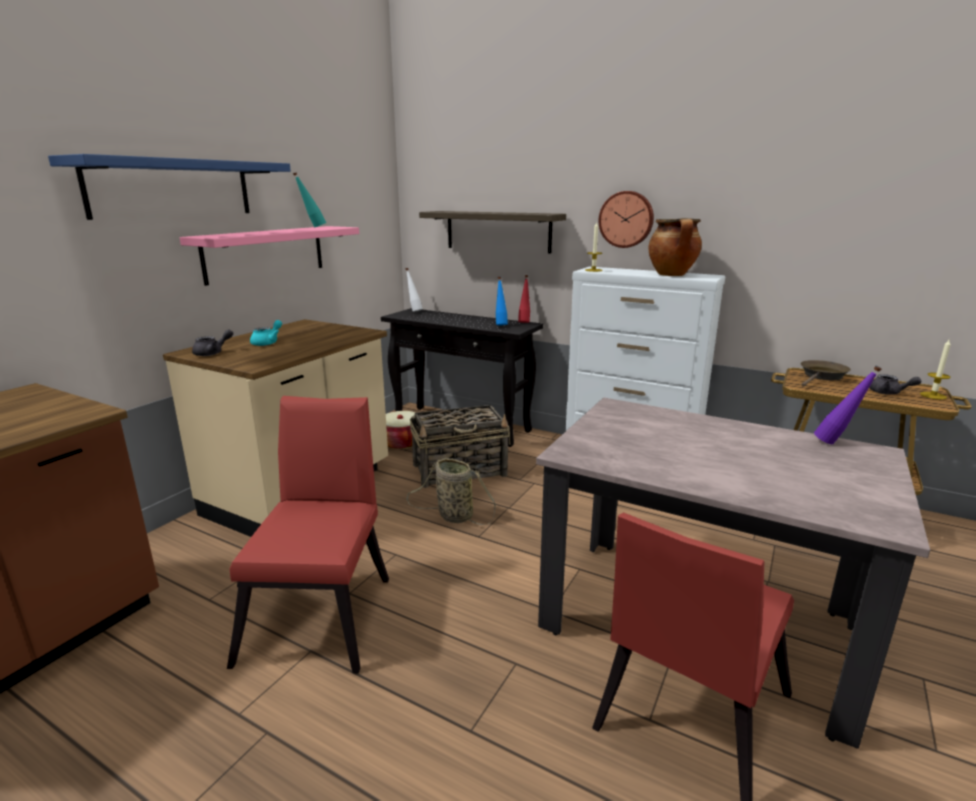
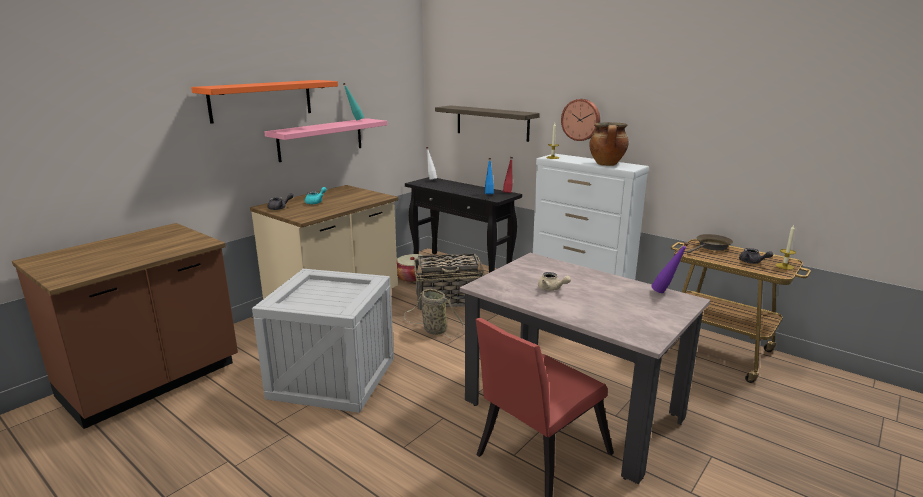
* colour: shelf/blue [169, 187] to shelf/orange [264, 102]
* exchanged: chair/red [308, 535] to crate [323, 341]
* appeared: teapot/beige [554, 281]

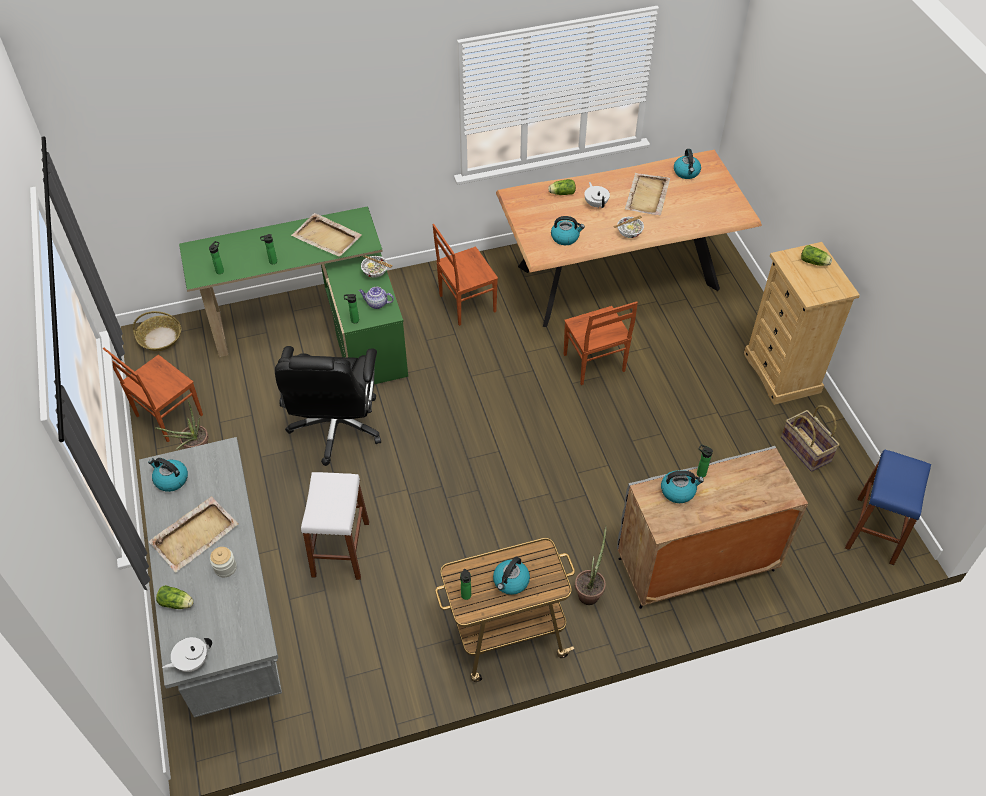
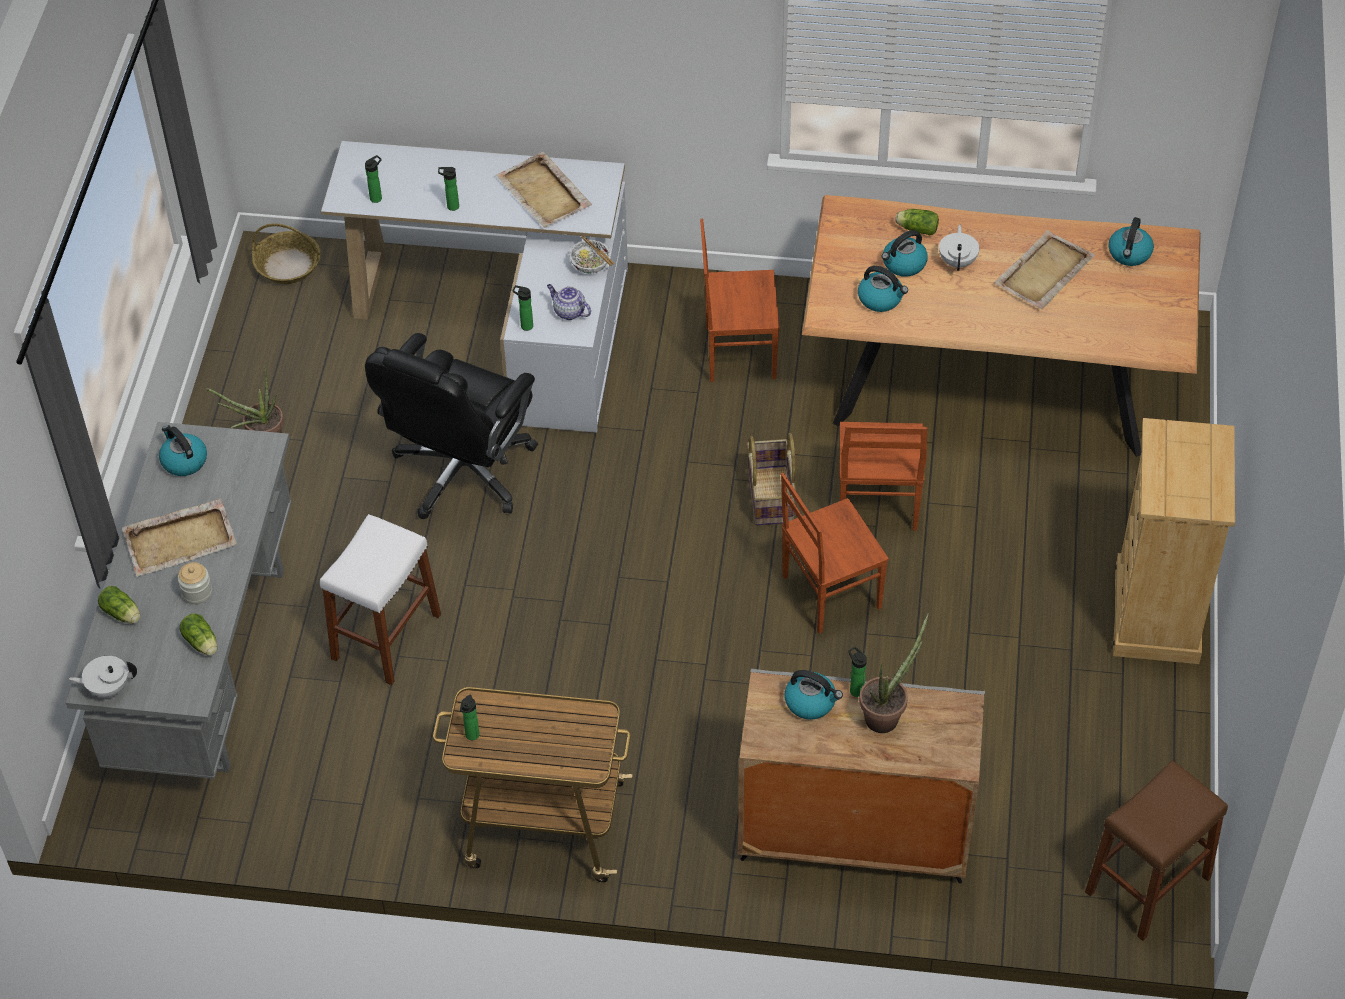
* colour: desk/green [293, 295] to desk/white [474, 287]
* missing: bowl [628, 226]
* relocated: lettuce [816, 255] to [198, 634]
* relocated: chair/brown [153, 395] to [835, 553]
* relocated: basket [810, 438] to [771, 479]
* colour: stool/blue [888, 507] to stool/brown [1156, 850]
* relocated: potted plant [591, 565] to [894, 673]
* relocated: kettle [511, 575] to [905, 253]

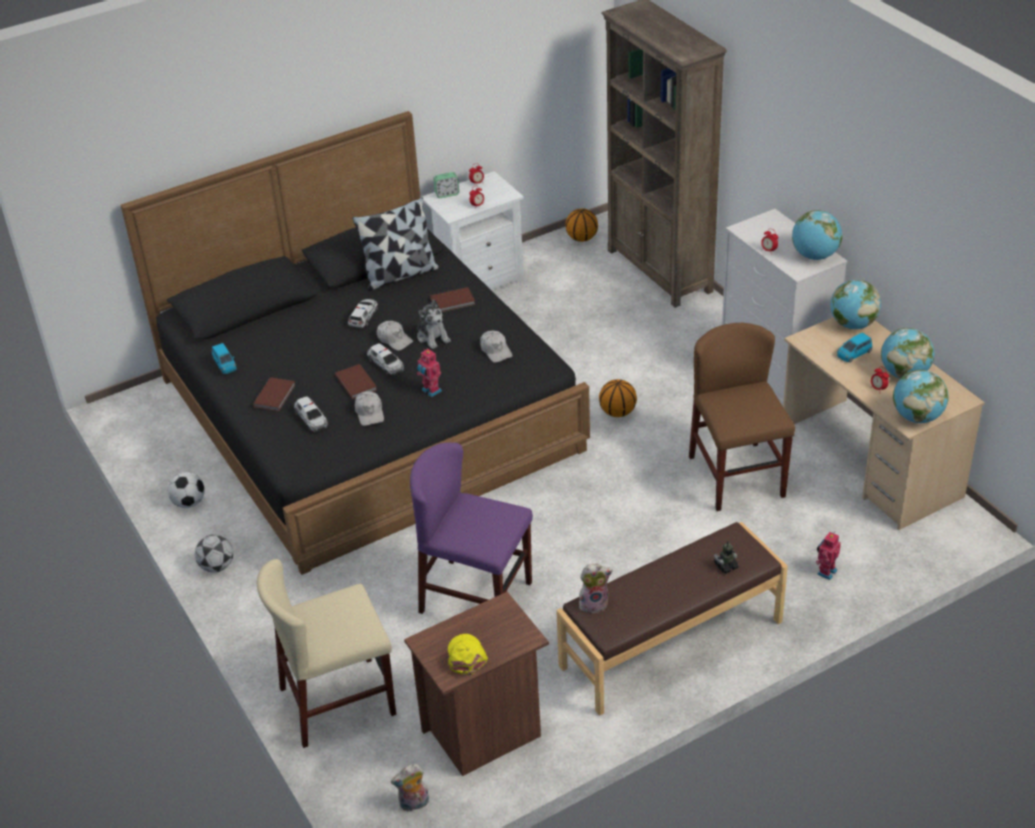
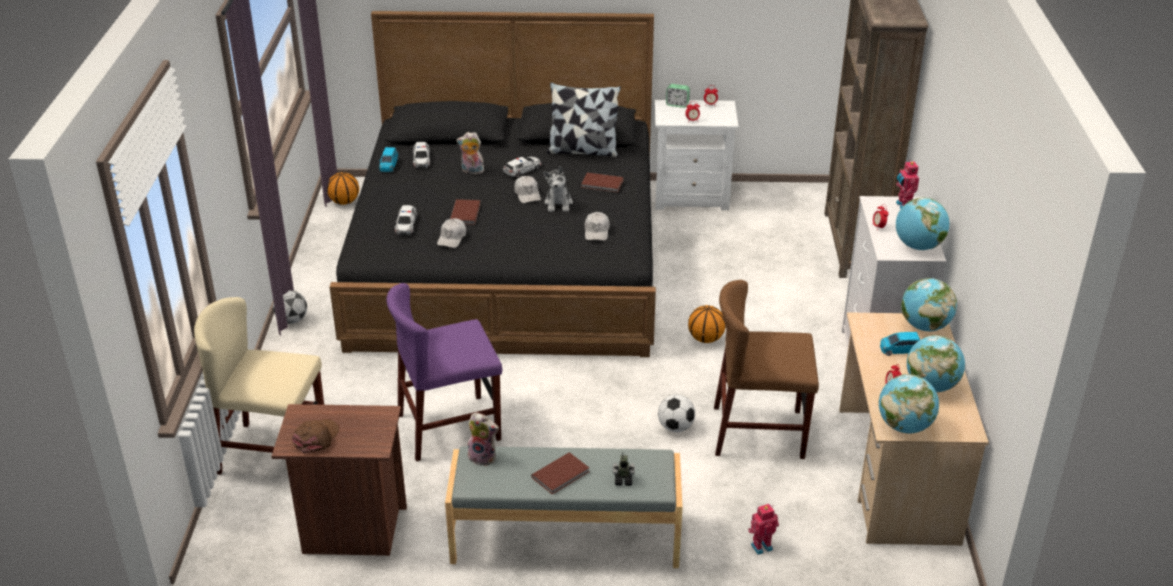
* relocated: basketball [581, 225] to [343, 188]
* spun: chair/brown [742, 417] = [766, 369] 105 degrees counterclockwise
* relocated: toy car [385, 359] to [422, 155]
* relocated: toy robot [429, 373] to [907, 184]
* relocated: book/brown [274, 394] to [560, 473]
* spun: chair/purple [471, 528] = [444, 372] 75 degrees counterclockwise
* relocated: football [186, 490] to [676, 413]
* colour: bench/brown [672, 619] to bench/grey [563, 507]
* colour: cap/yellow [468, 654] to cap/brown [315, 436]
* relocated: plush toy [410, 788] to [470, 153]

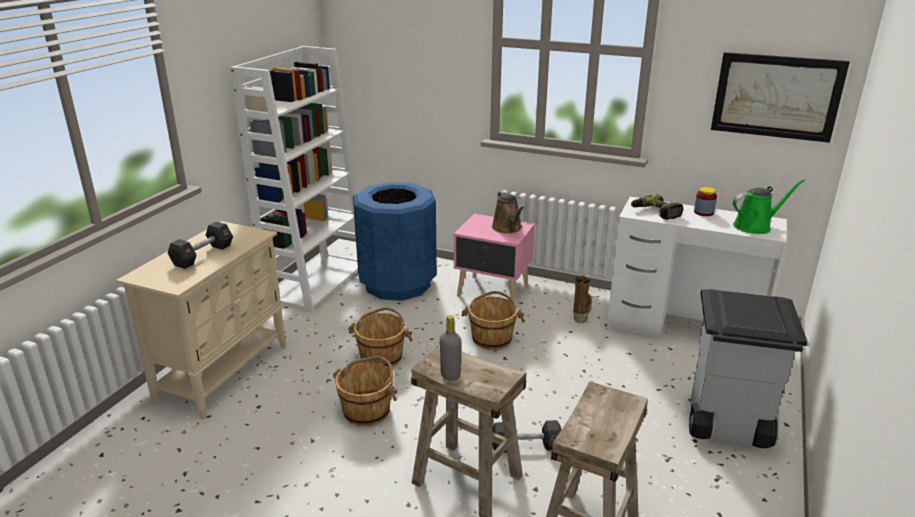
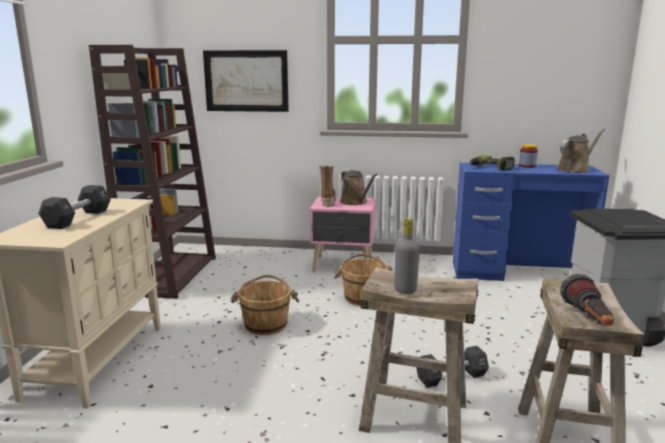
* colour: bookcase/white [294, 179] to bookcase/brown [152, 172]
* relocated: picture [780, 97] to [246, 81]
* colour: watering can/green [769, 206] to watering can/brown [581, 151]
* missing: trash can/blue [395, 241]
* colour: desk/white [697, 267] to desk/blue [531, 222]
* relocated: boot [582, 299] to [327, 186]
* missing: bucket/brown [365, 391]
* appeared: flashlight [587, 300]

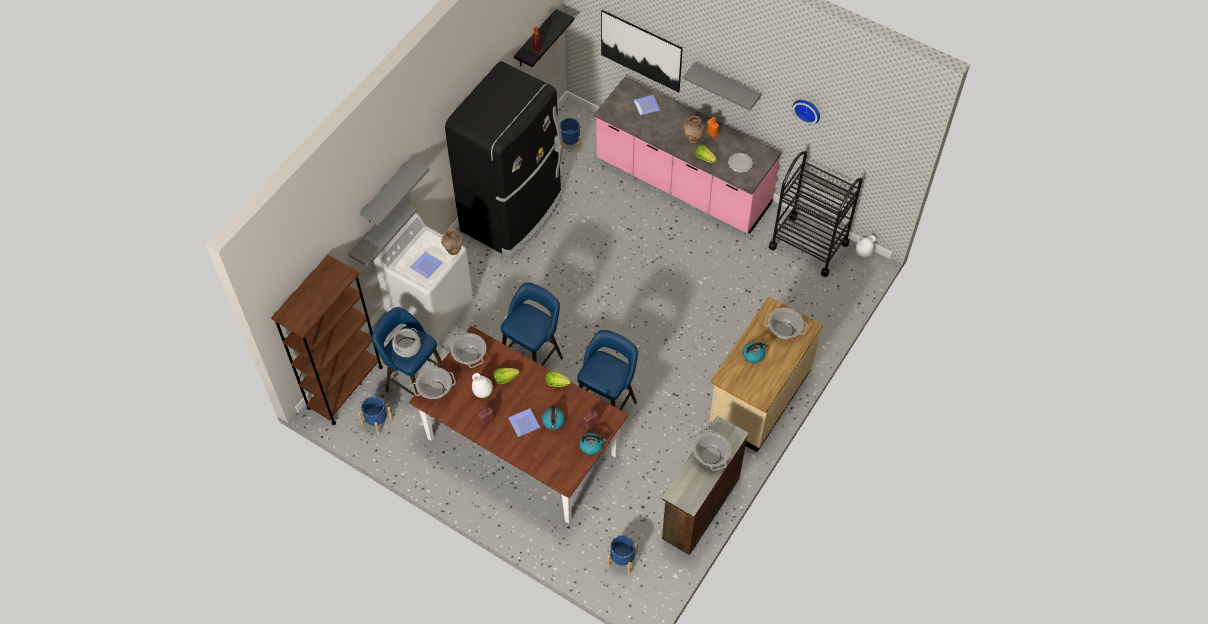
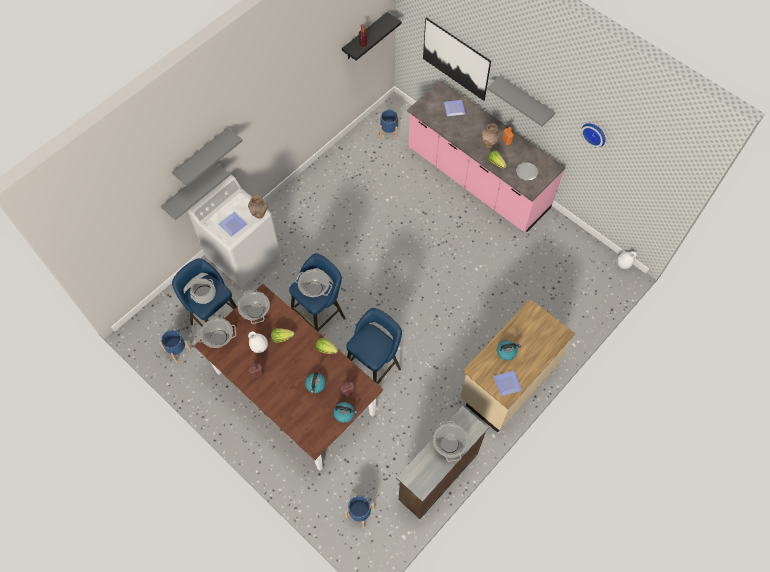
* missing: fridge/black [504, 159]
* missing: cart/black [816, 214]
* missing: bookcase/brown [327, 340]
* relocated: cooking pot [785, 323] to [313, 283]
* relocated: plate [524, 422] to [507, 383]

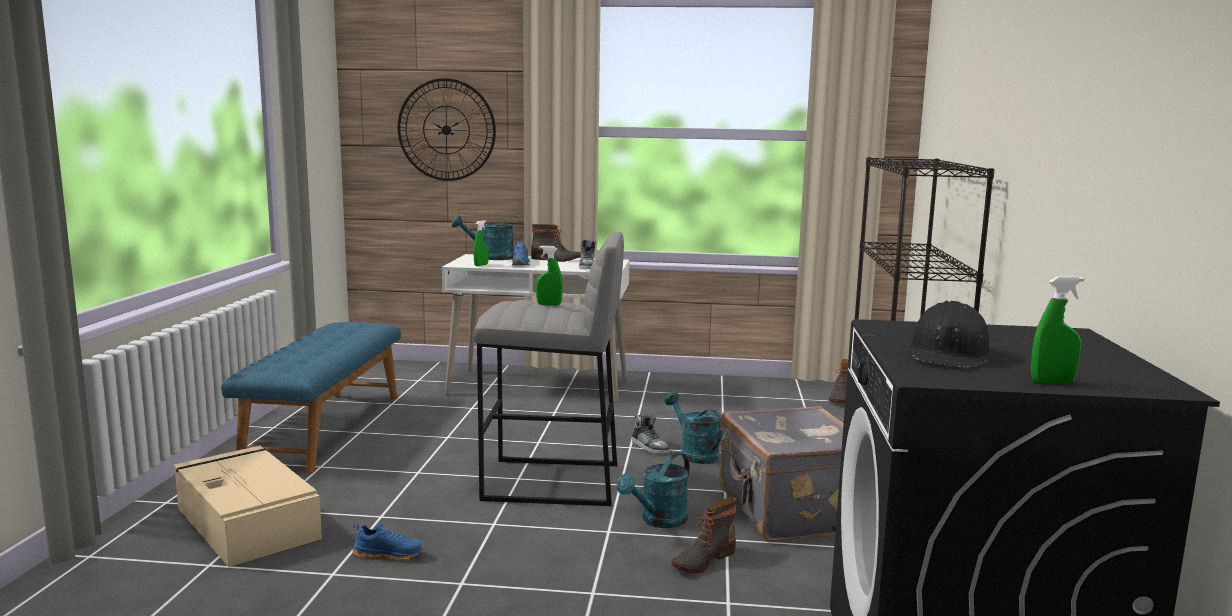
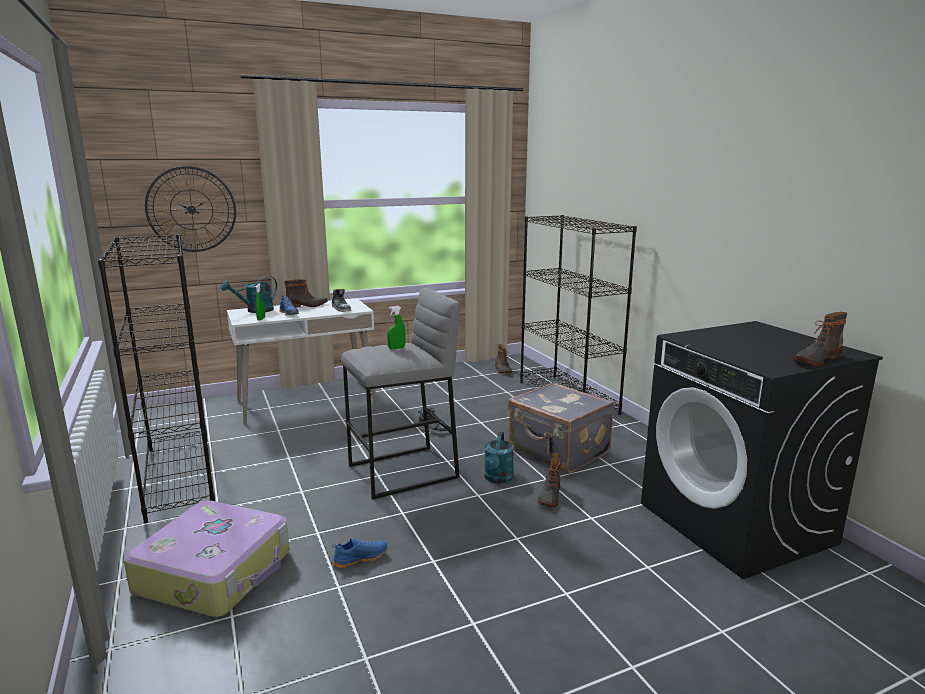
* exchanged: spray bottle/green [1057, 329] to boot [820, 339]
* missing: hard hat/black [950, 333]
* exchanged: bench/blue [311, 397] to bookcase/black [156, 378]
* missing: watering can/turquoise [693, 428]
* exchanged: storage box/beige [247, 506] to suitcase [206, 558]

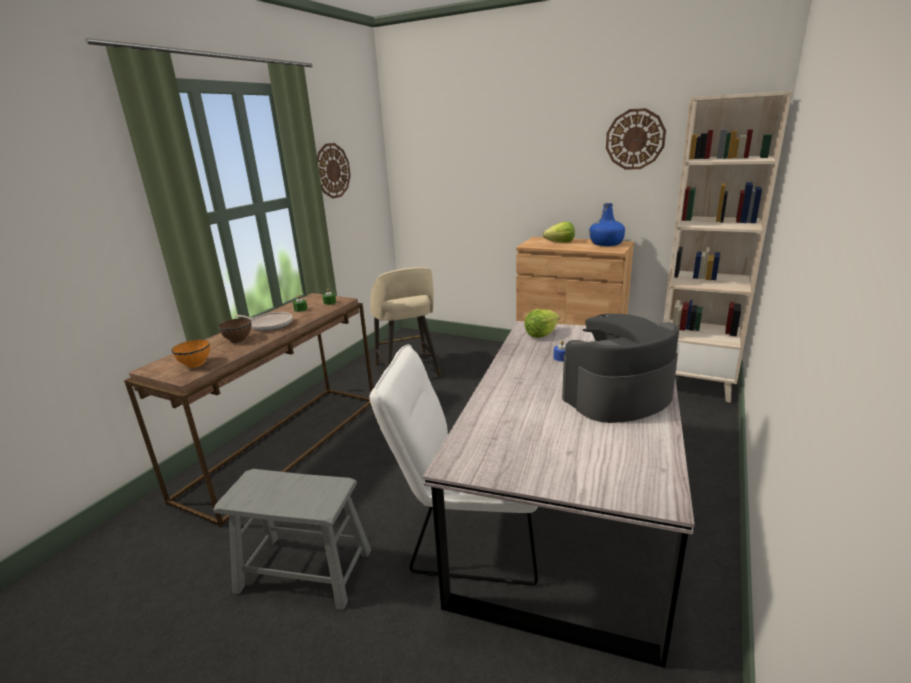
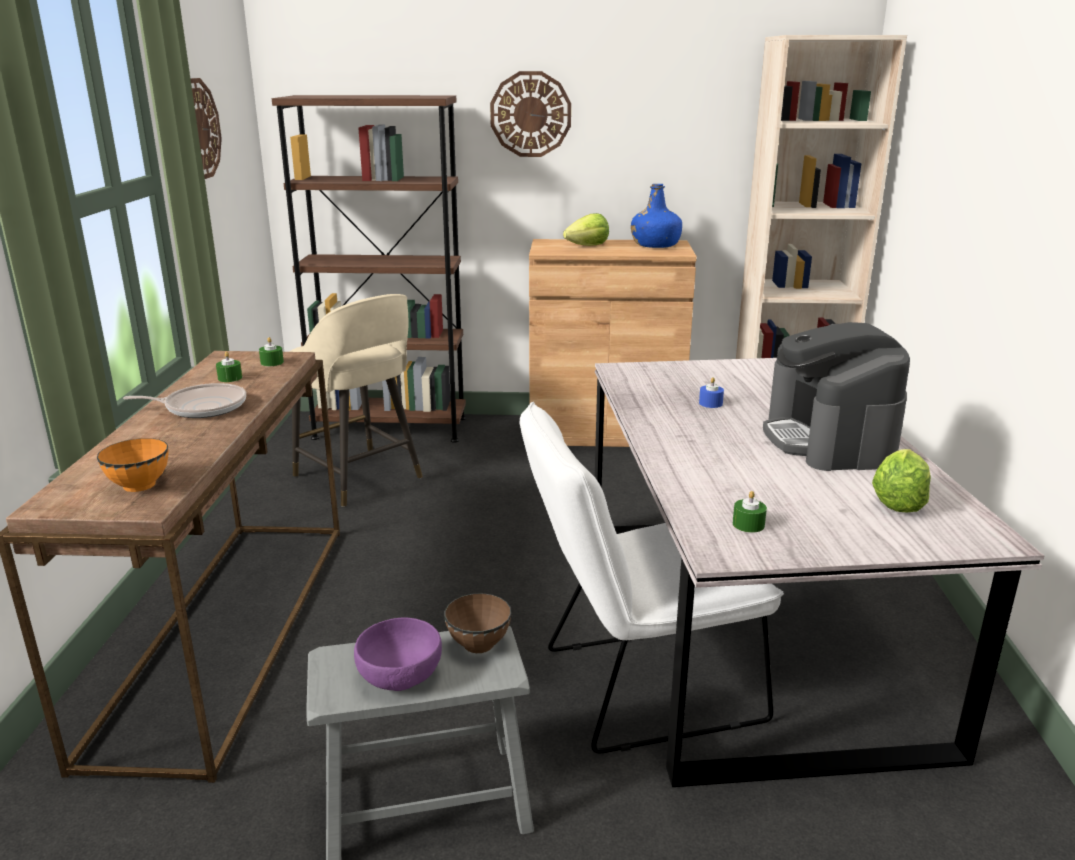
* relocated: wall clock [636, 138] to [530, 114]
* relocated: lettuce [542, 323] to [901, 480]
* spun: coffee machine [620, 368] = [836, 396] 45 degrees counterclockwise
* relocated: bowl/brown [234, 330] to [477, 623]
* appeared: bookcase/brown [369, 269]
* appeared: candle/green [750, 512]
* appeared: bowl/purple [398, 654]

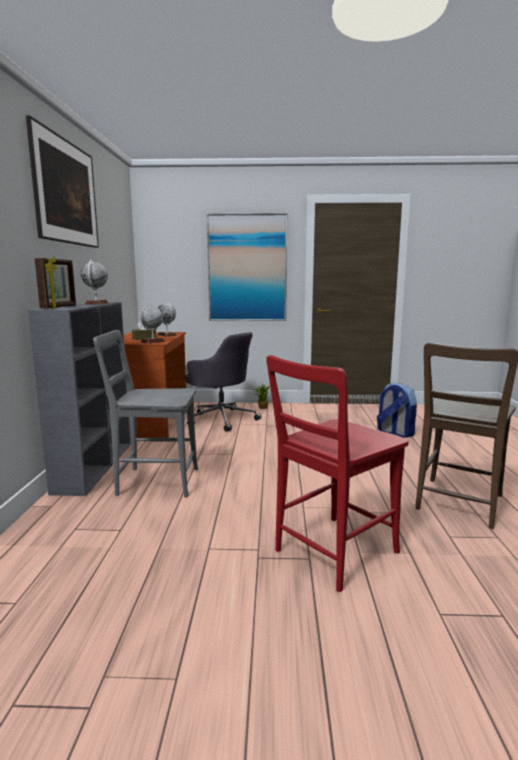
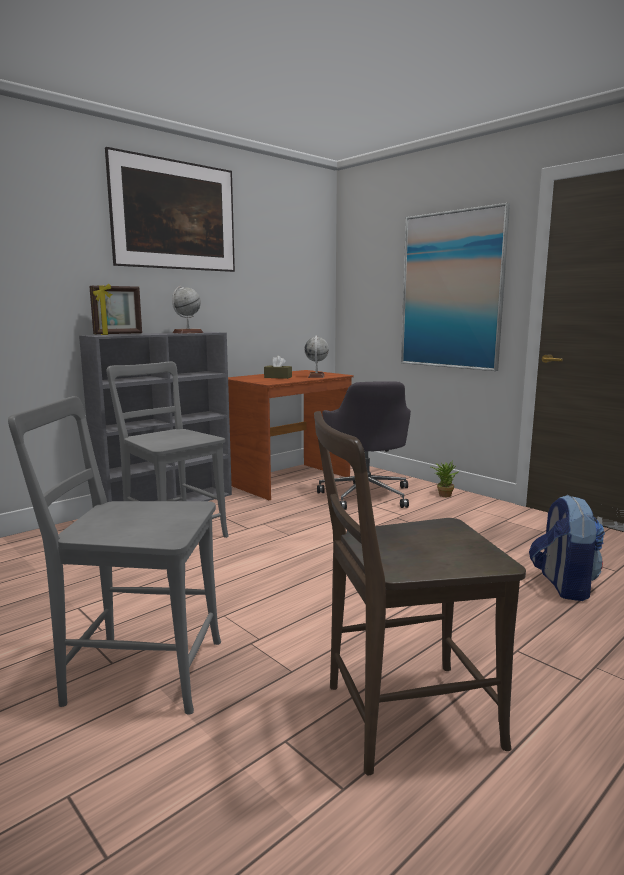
* missing: globe [152, 324]
* colour: chair/red [337, 473] to chair/grey [114, 555]

